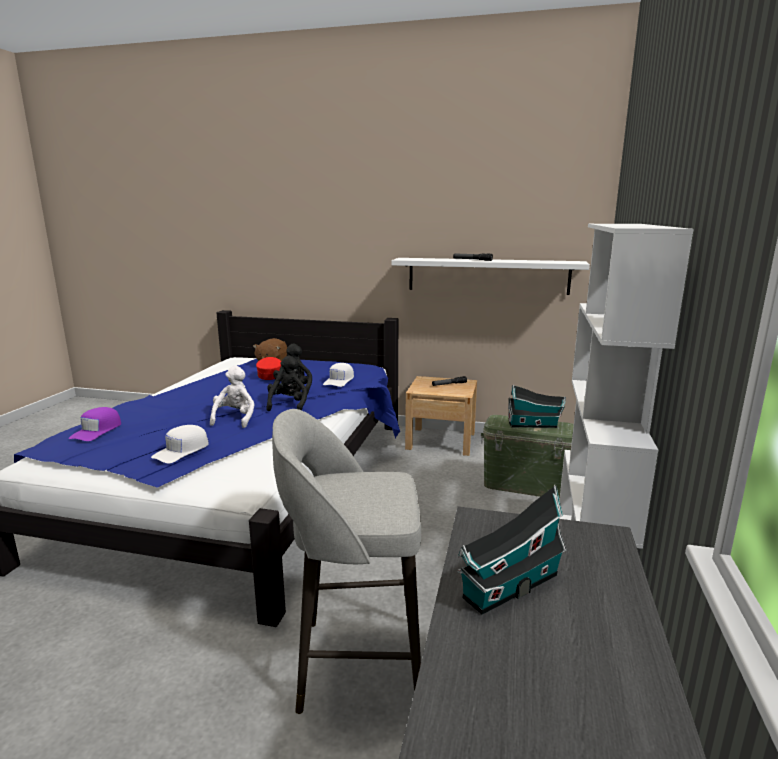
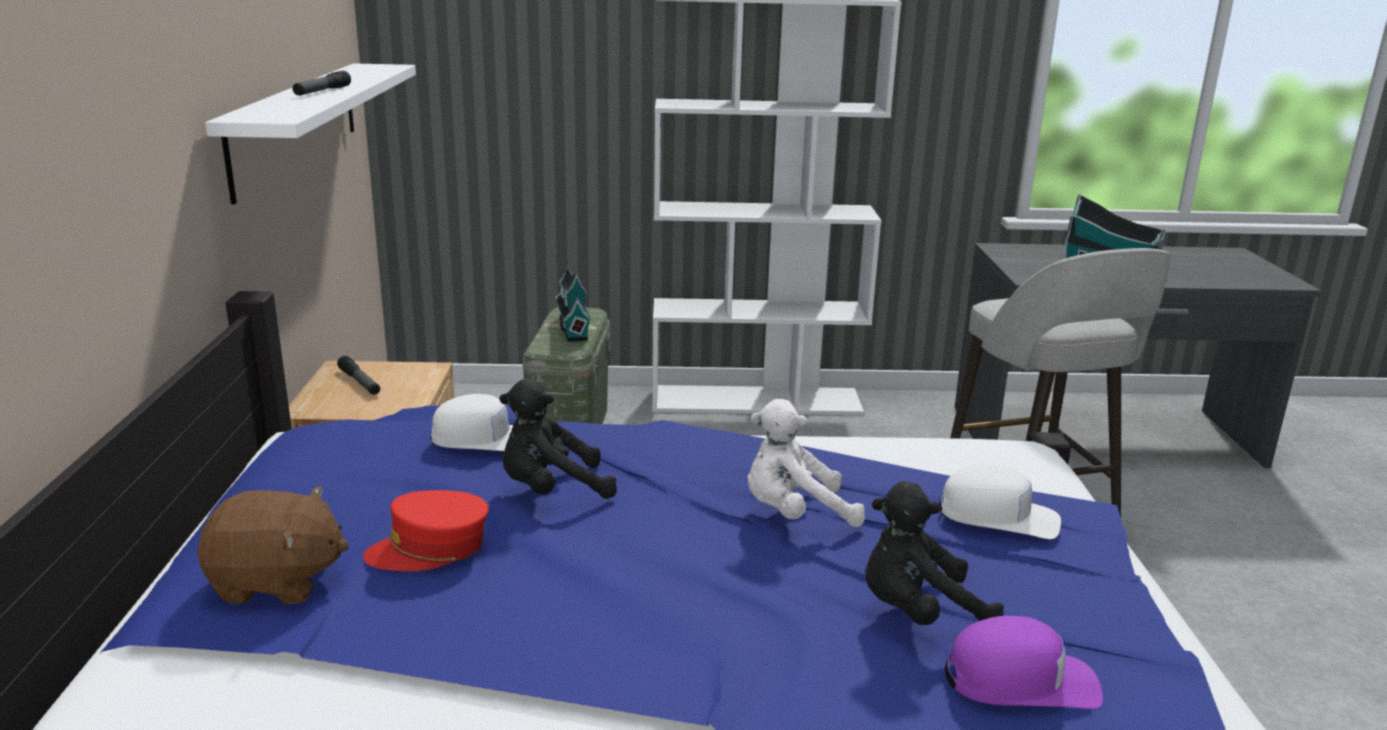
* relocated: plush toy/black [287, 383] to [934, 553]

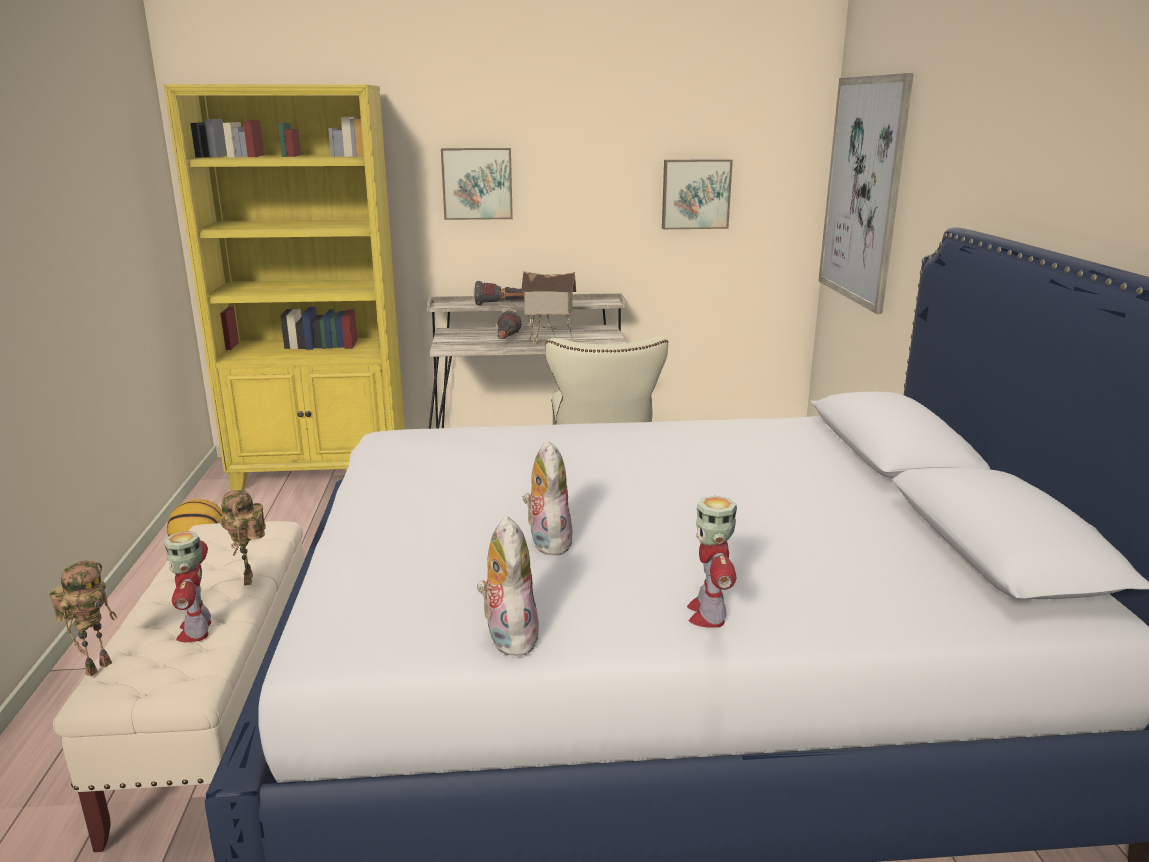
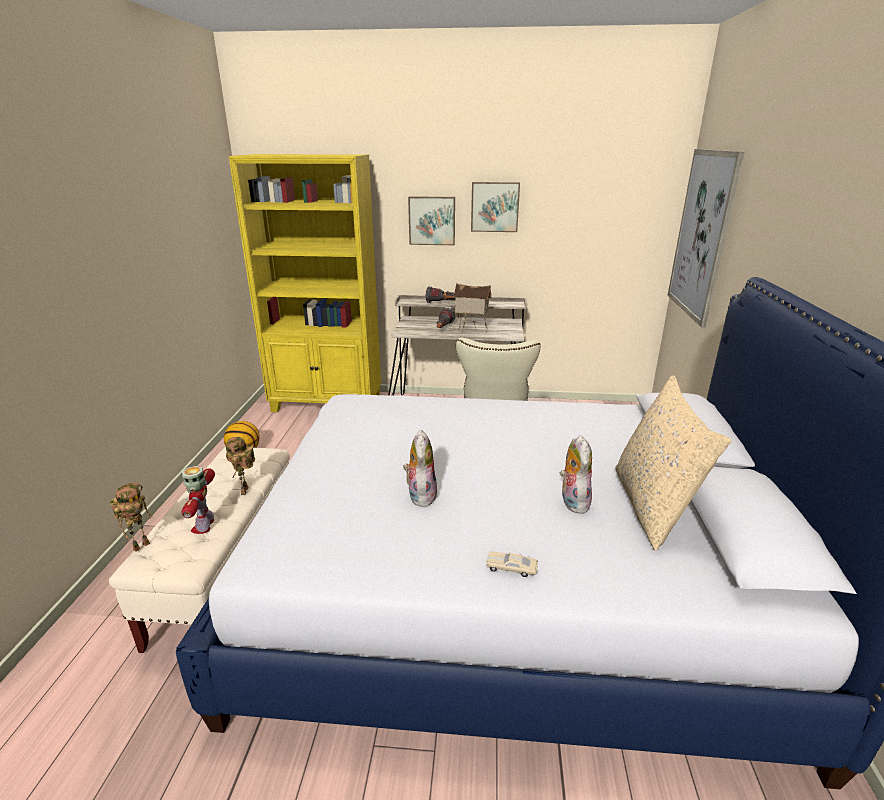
* relocated: picture [697, 194] to [495, 207]
* exchanged: toy robot [712, 562] to toy car/beige [512, 564]
* relocated: plush toy [509, 585] to [576, 474]
* appeared: pillow/beige [673, 463]

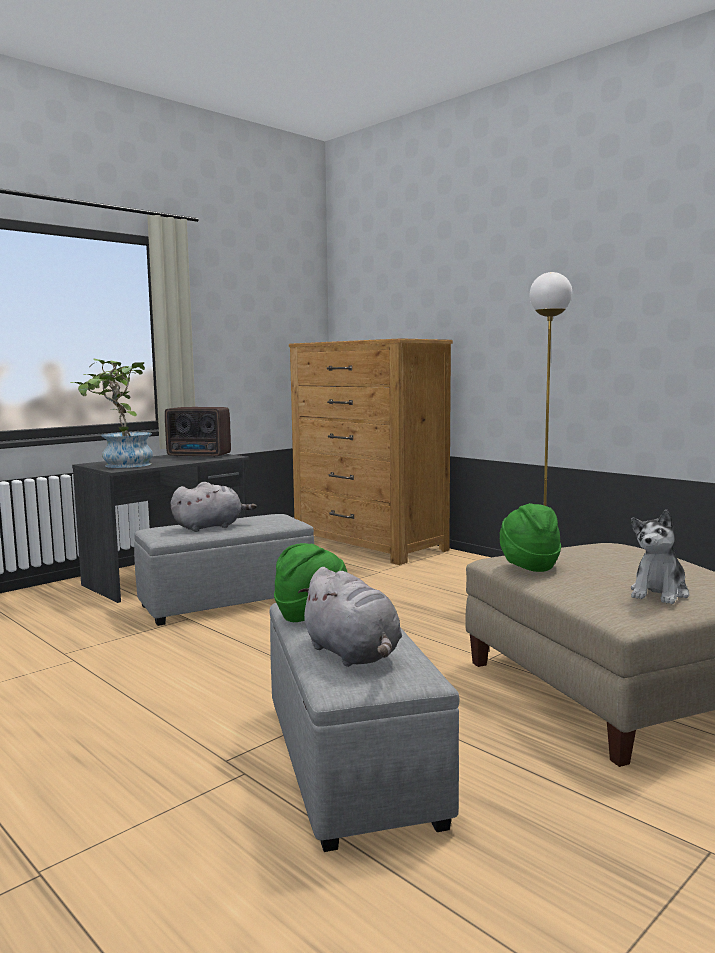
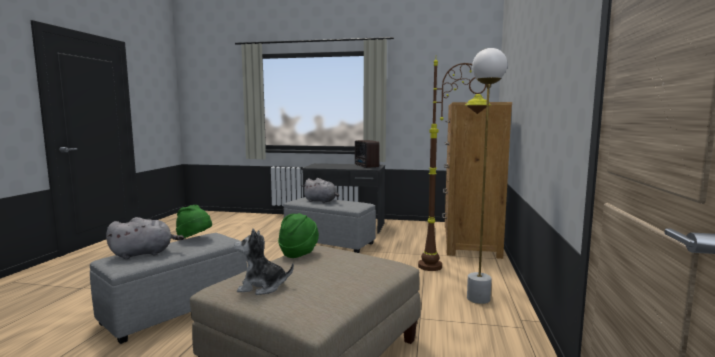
* missing: potted plant [111, 413]
* spun: plush toy/grey [350, 617] = [145, 238] 135 degrees counterclockwise
* appeared: floor lamp/brown [454, 165]

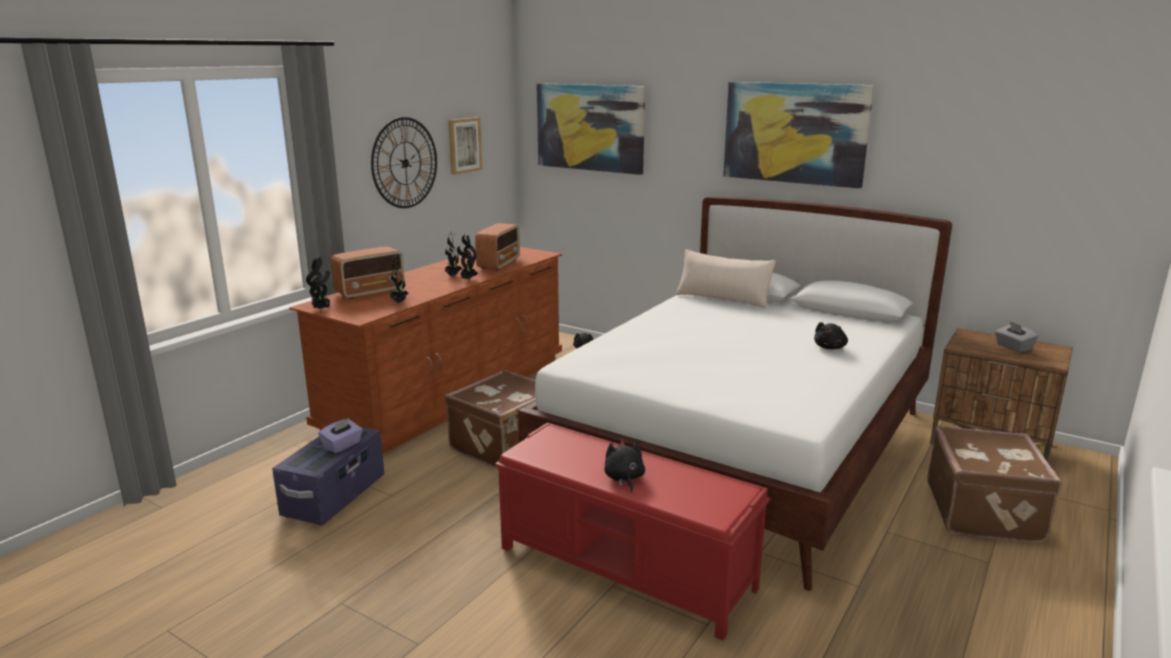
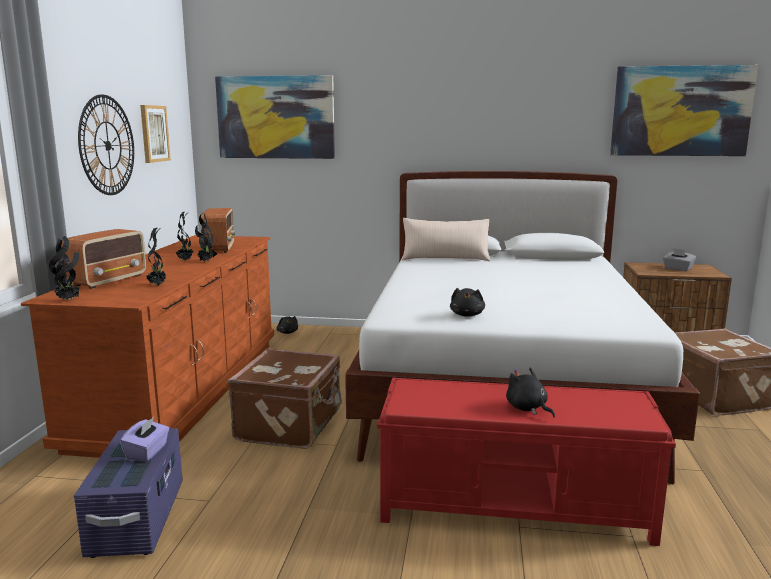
* relocated: picture [798, 135] to [684, 110]
* relocated: plush toy/black [831, 335] to [467, 302]

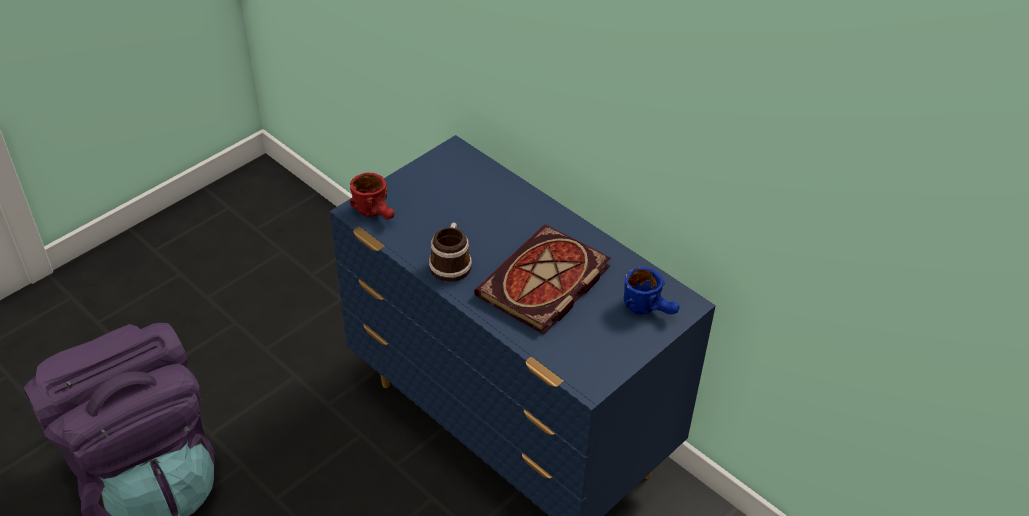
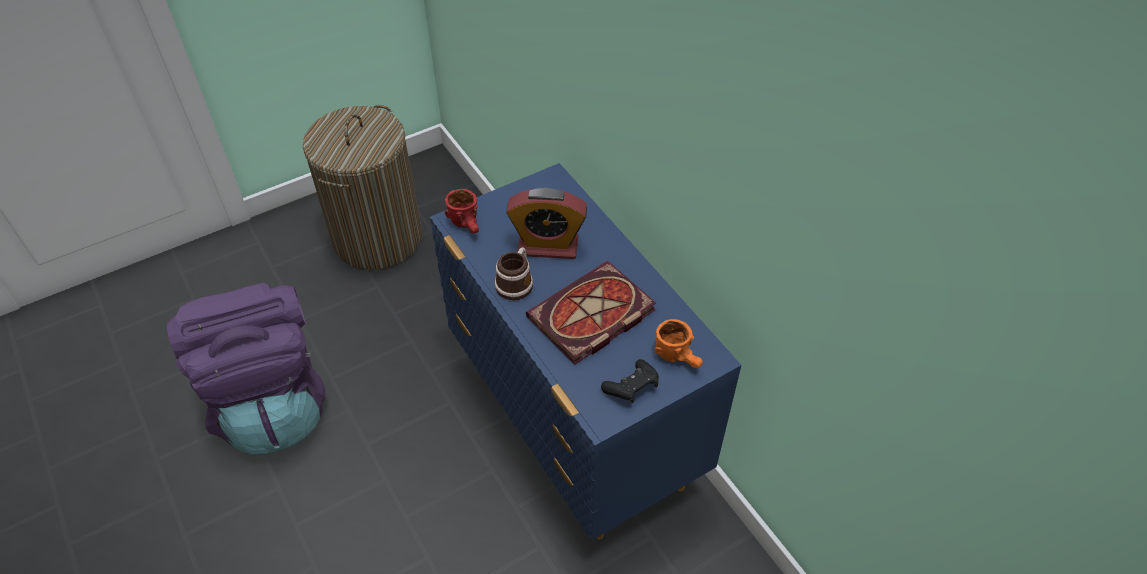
* colour: mug/blue [651, 291] to mug/orange [679, 343]
* appeared: laundry basket [362, 187]
* appeared: alarm clock [546, 223]
* appeared: game controller/black [630, 381]

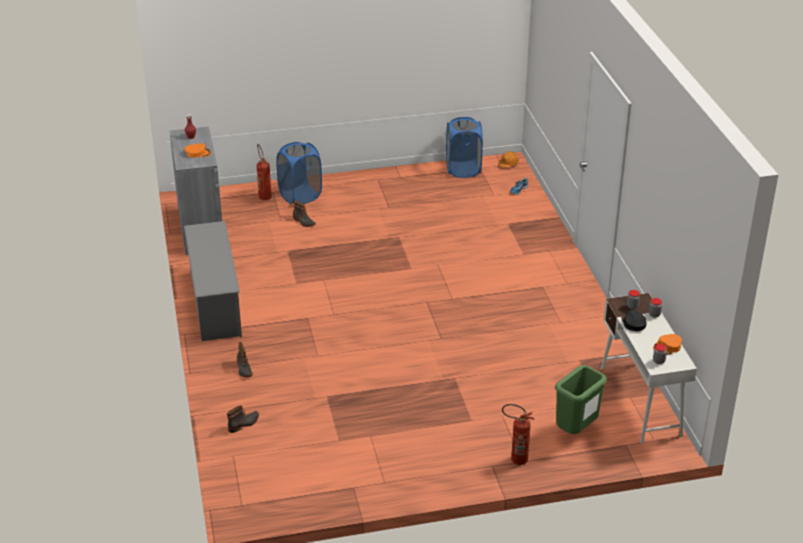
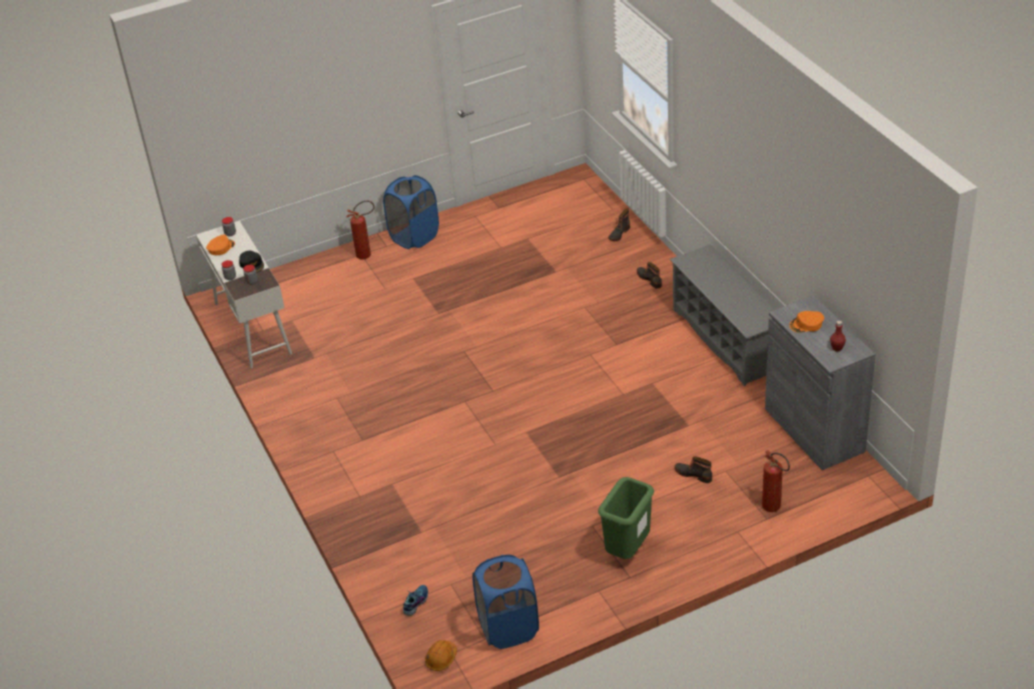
* relocated: laundry basket/blue [299, 173] to [411, 212]
* relocated: trash can/green [581, 399] to [626, 518]

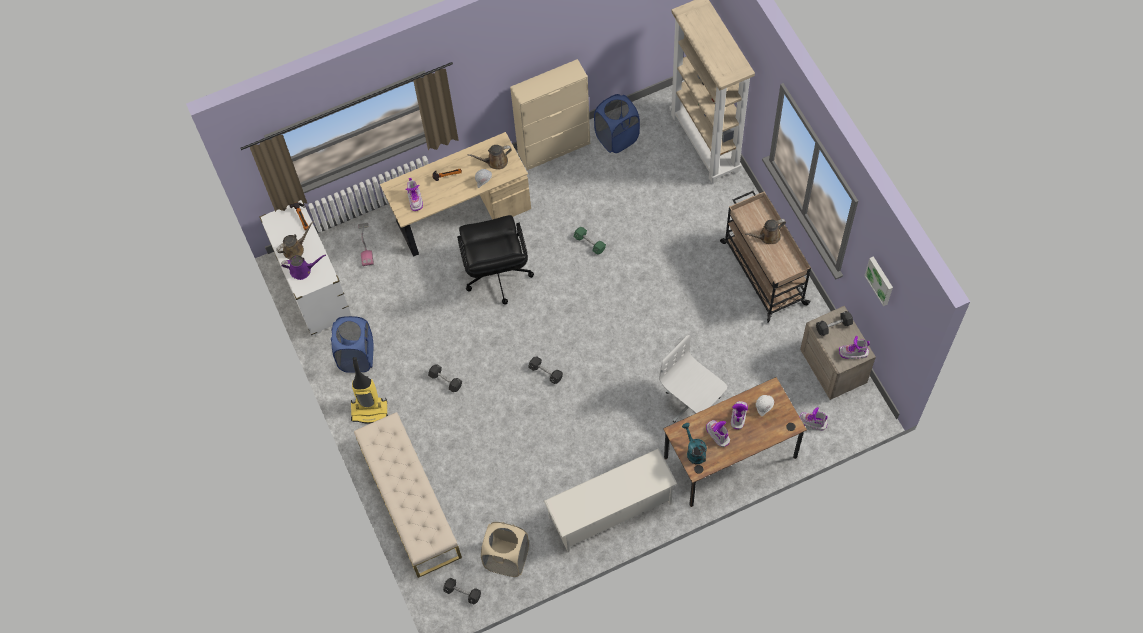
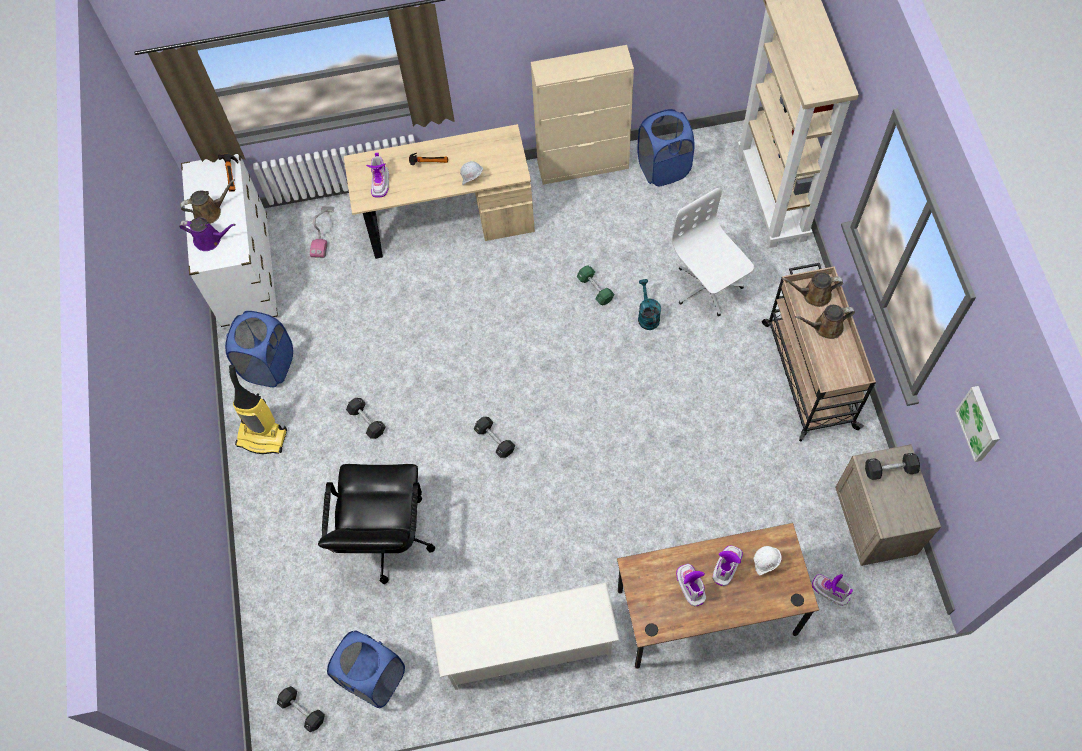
* relocated: watering can/brown [489, 157] to [812, 289]
* relocated: office chair/black [495, 260] to [376, 524]
* relocated: office chair/white [693, 379] to [713, 252]
* missing: boot [854, 347]
* missing: bench/beige [408, 495]
* relocated: watering can/turquoise [694, 443] to [649, 304]
* colour: laundry basket/beige [505, 549] to laundry basket/blue [366, 669]

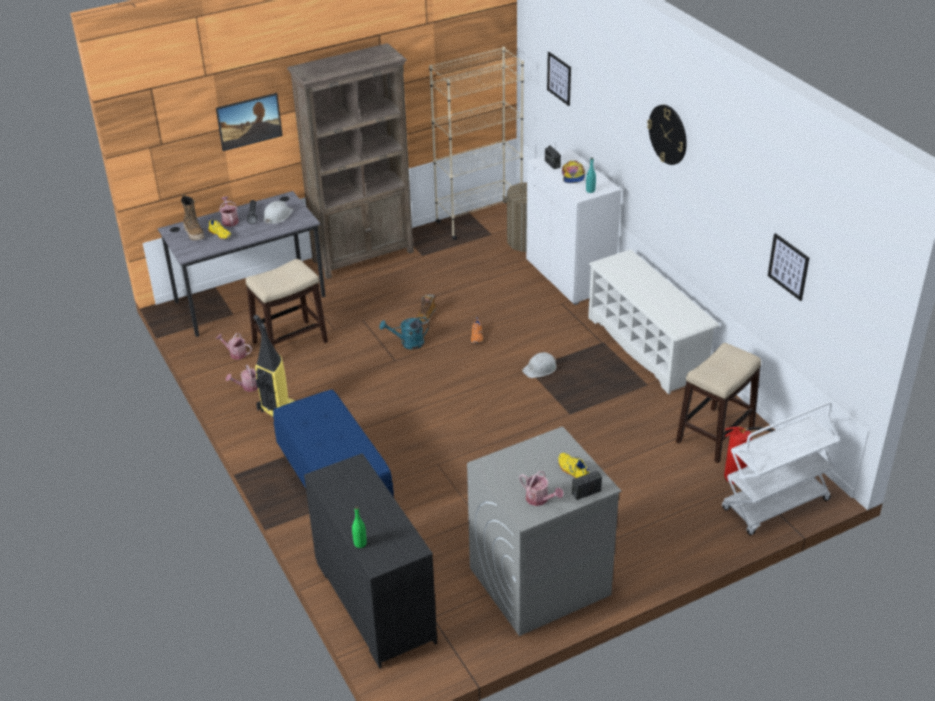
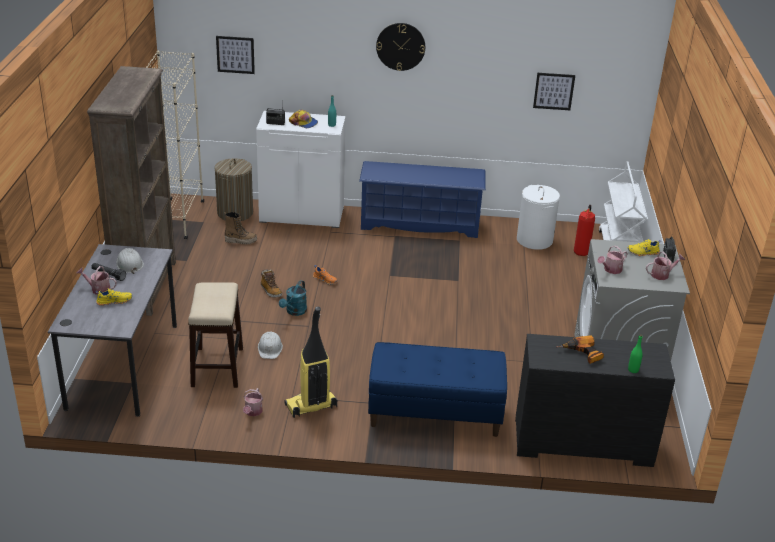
* missing: picture [249, 122]
* relocated: boot [193, 217] to [240, 228]
* colour: shoe rack/white [653, 321] to shoe rack/blue [422, 199]
* relocated: watering can [234, 346] to [612, 260]
* exchanged: stool [718, 403] to laundry basket/white [538, 217]
* relocated: hard hat/white [539, 365] to [270, 345]
* appeared: power drill [580, 349]

